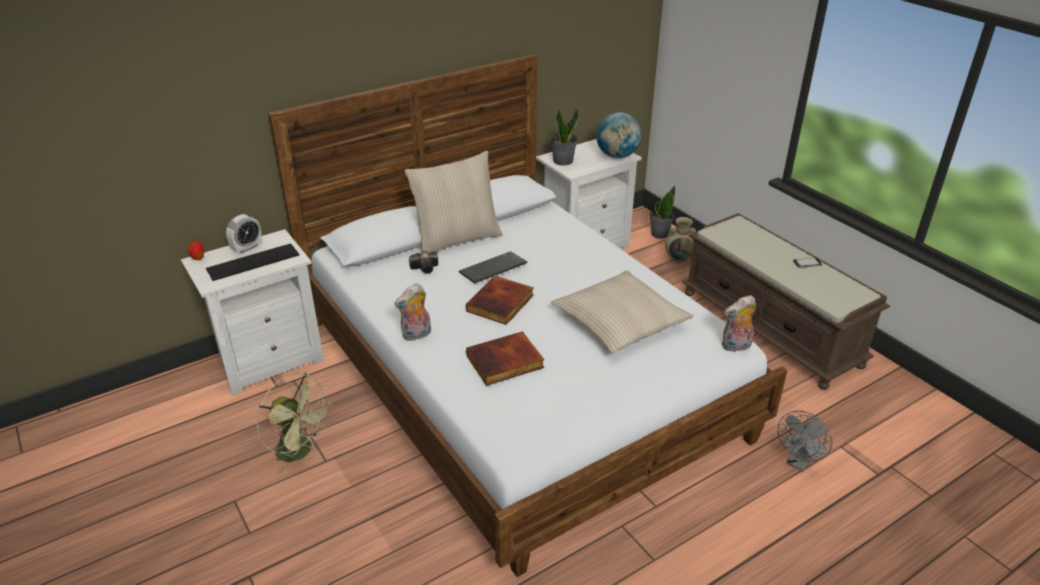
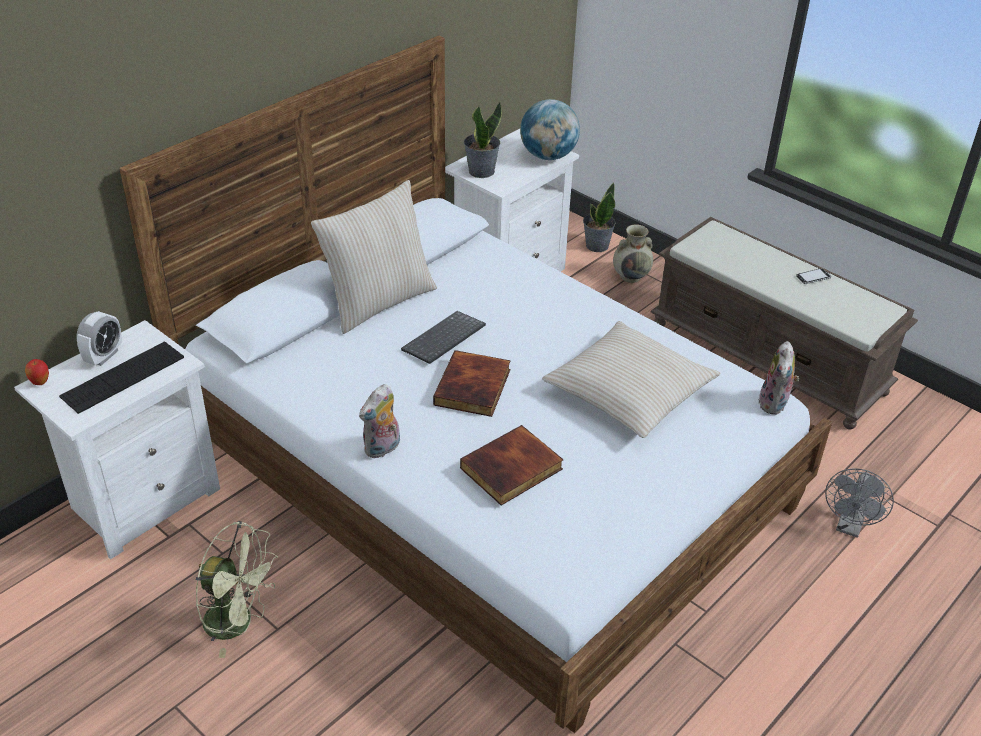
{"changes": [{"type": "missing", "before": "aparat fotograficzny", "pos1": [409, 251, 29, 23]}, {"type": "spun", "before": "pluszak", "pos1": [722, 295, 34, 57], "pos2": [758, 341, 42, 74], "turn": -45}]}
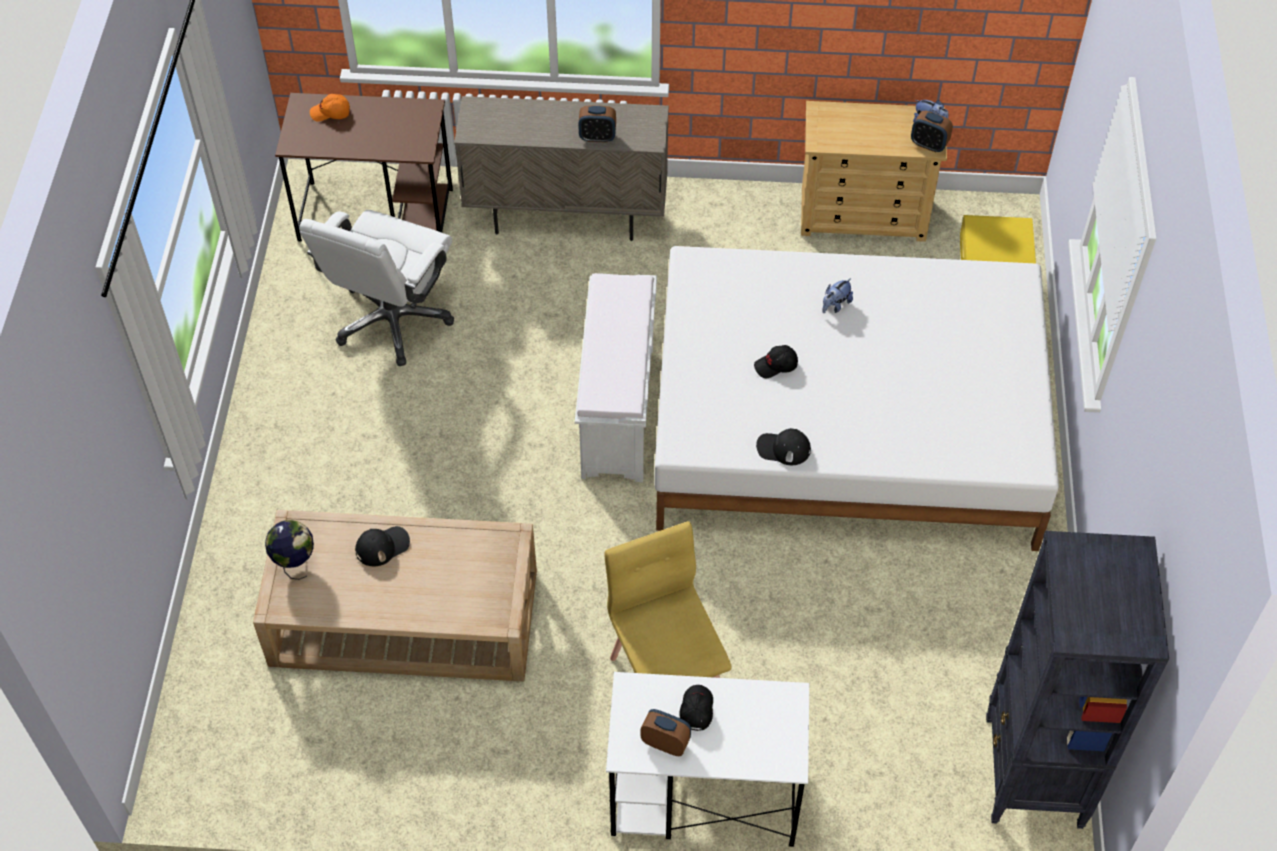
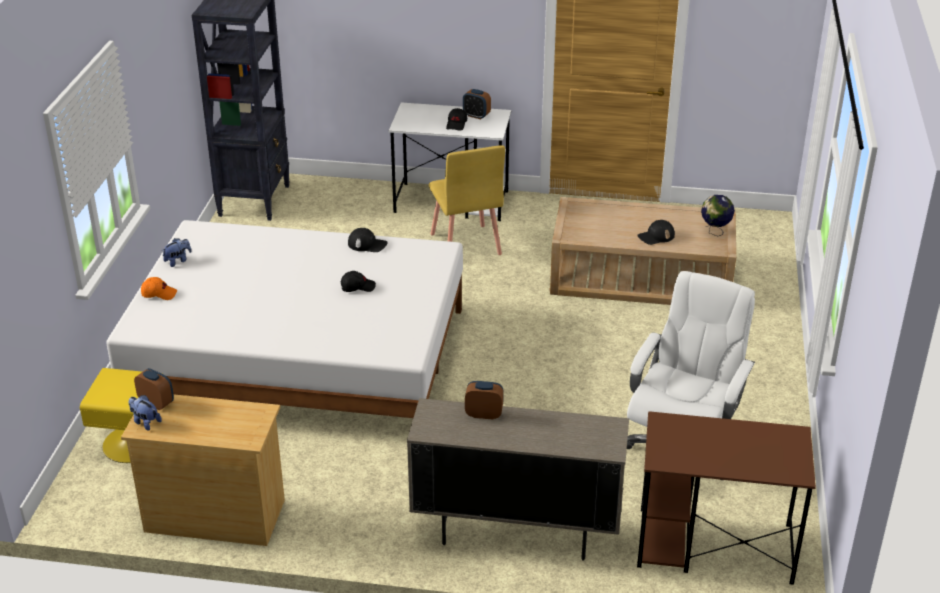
{"changes": [{"type": "relocated", "before": "czapka z daszkiem (pomarańczowy)", "pos1": [310, 94, 40, 28], "pos2": [141, 277, 36, 23]}, {"type": "missing", "before": "ławka (biały)", "pos1": [575, 273, 82, 209]}, {"type": "relocated", "before": "pluszak", "pos1": [822, 278, 31, 35], "pos2": [163, 238, 29, 29]}]}
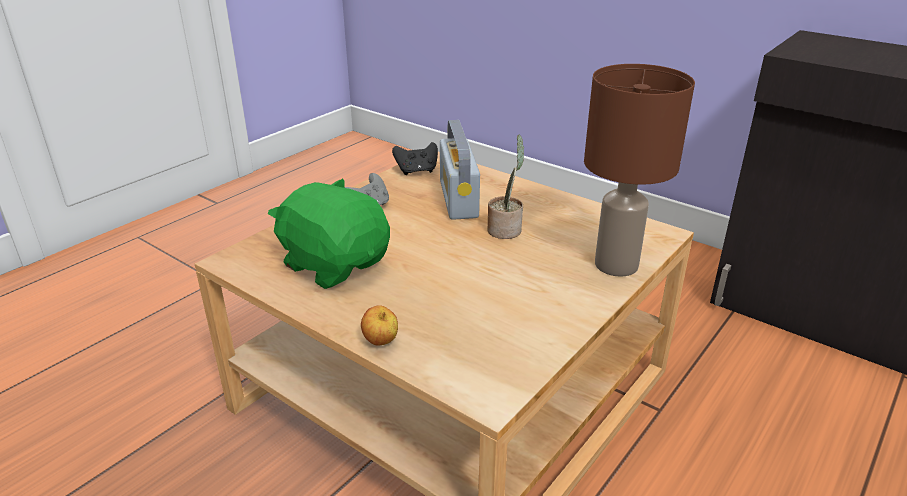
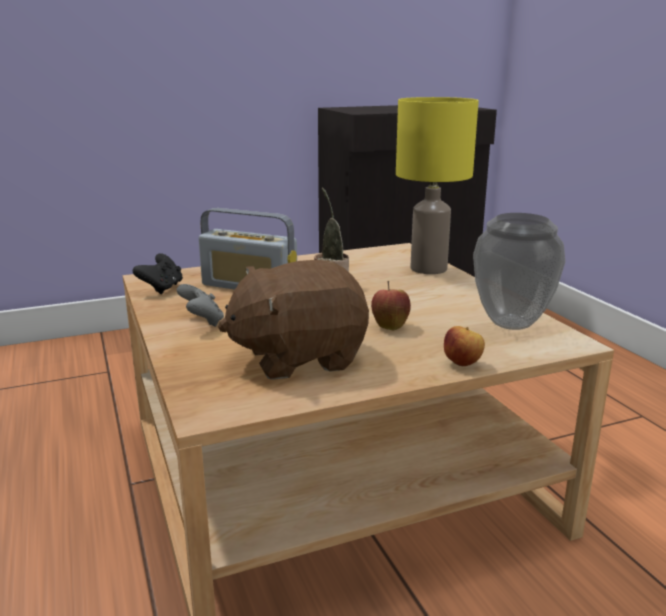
{"changes": [{"type": "colour", "before": "pluszak (zielony)", "after": "pluszak (brązowy)", "pos1": [268, 178, 122, 111], "pos2": [218, 260, 151, 120]}, {"type": "colour", "before": "lampa stołowa (brązowy)", "after": "lampa stołowa (żółty)", "pos1": [584, 64, 111, 213], "pos2": [396, 97, 83, 177]}, {"type": "appeared", "after": "jabłko", "pos2": [371, 281, 40, 49]}, {"type": "appeared", "after": "wazon", "pos2": [473, 213, 92, 117]}]}
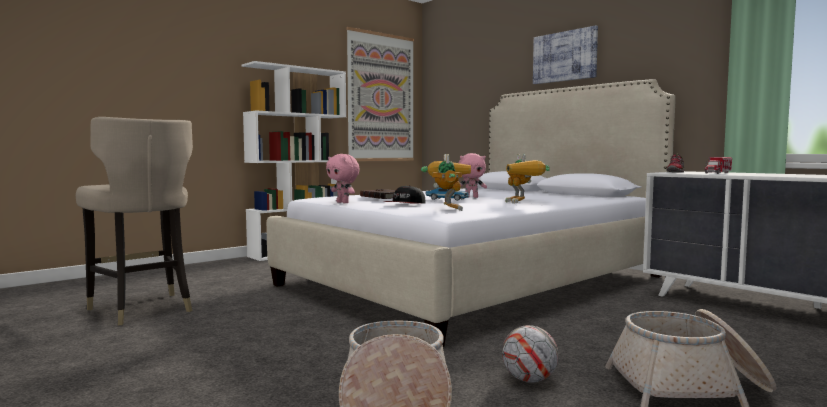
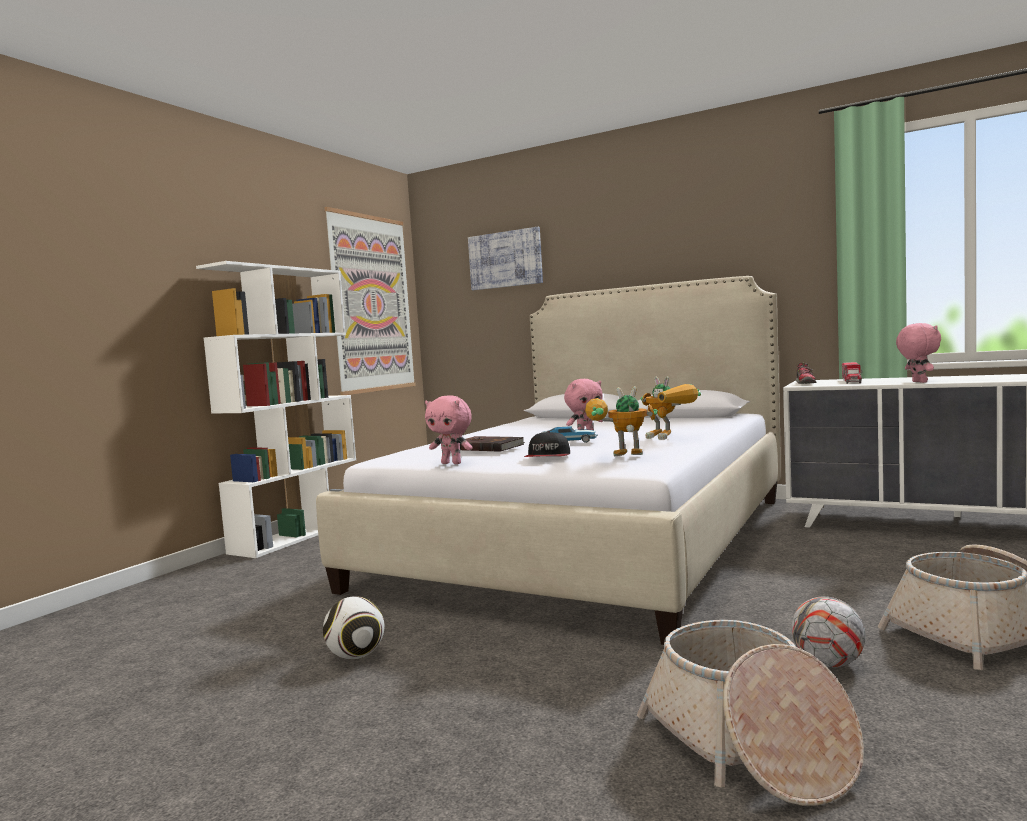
{"changes": [{"type": "missing", "before": "stołek (beżowy)", "pos1": [76, 117, 117, 209]}, {"type": "spun", "before": "robot zabawkowy", "pos1": [421, 154, 50, 57], "pos2": [585, 386, 73, 70], "turn": -60}, {"type": "relocated", "before": "obraz", "pos1": [533, 25, 65, 59], "pos2": [468, 227, 75, 63]}, {"type": "appeared", "after": "piłka futbolowa", "pos2": [323, 596, 61, 63]}, {"type": "appeared", "after": "pluszak (różowy)", "pos2": [896, 323, 45, 60]}]}
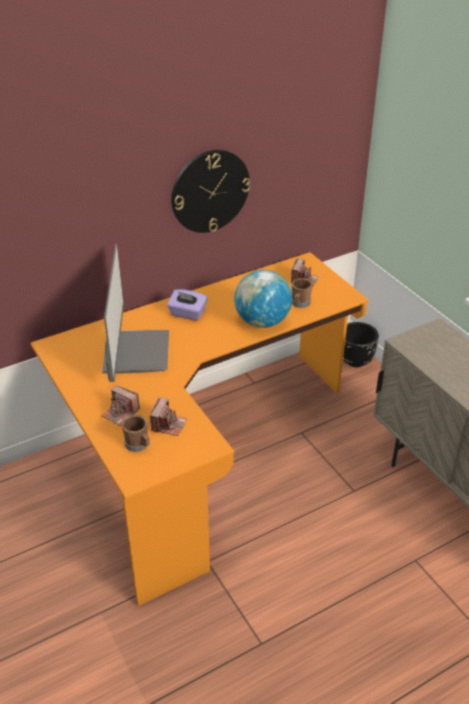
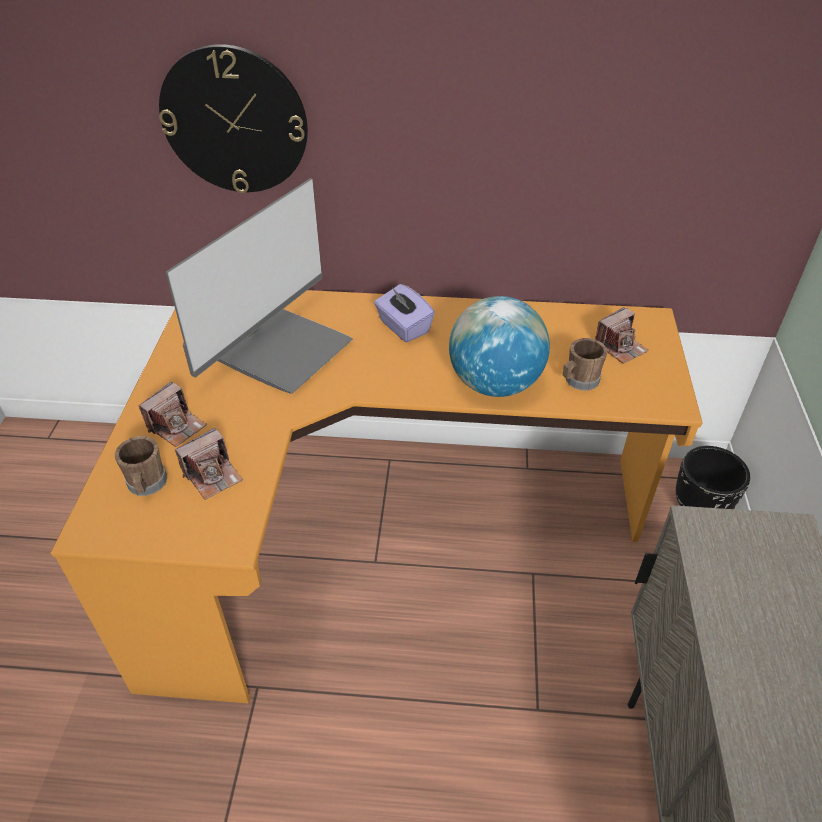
{"changes": [{"type": "spun", "before": "aparat fotograficzny", "pos1": [101, 385, 39, 41], "pos2": [139, 382, 68, 65], "turn": -120}, {"type": "relocated", "before": "zegar ścienny", "pos1": [171, 150, 79, 83], "pos2": [159, 44, 149, 149]}]}
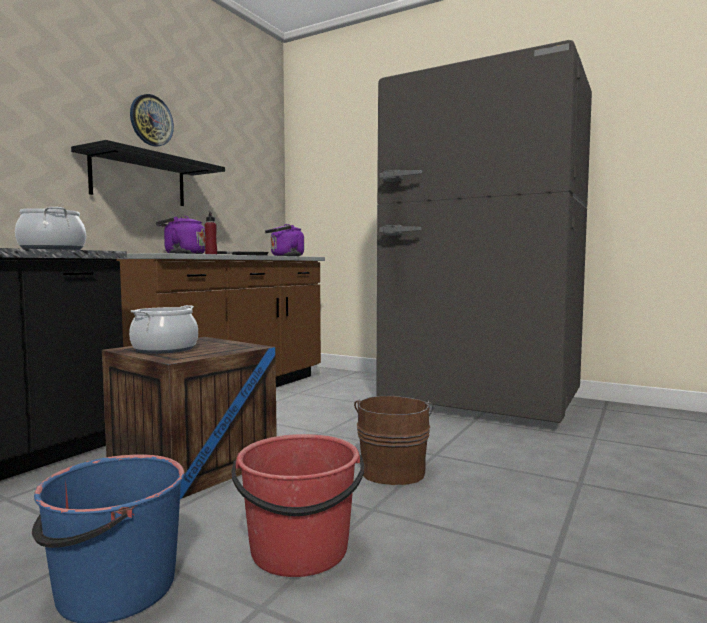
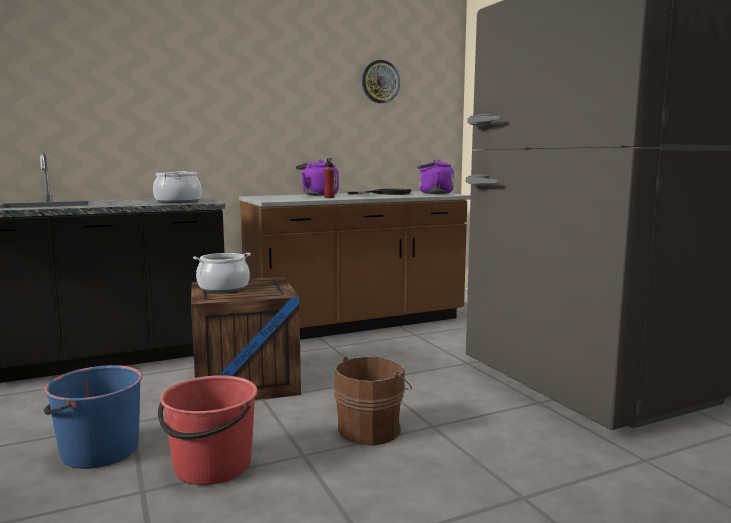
{"changes": [{"type": "missing", "before": "półka (czarny)", "pos1": [71, 140, 154, 66]}, {"type": "relocated", "before": "zegar ścienny", "pos1": [130, 94, 44, 52], "pos2": [362, 60, 38, 43]}]}
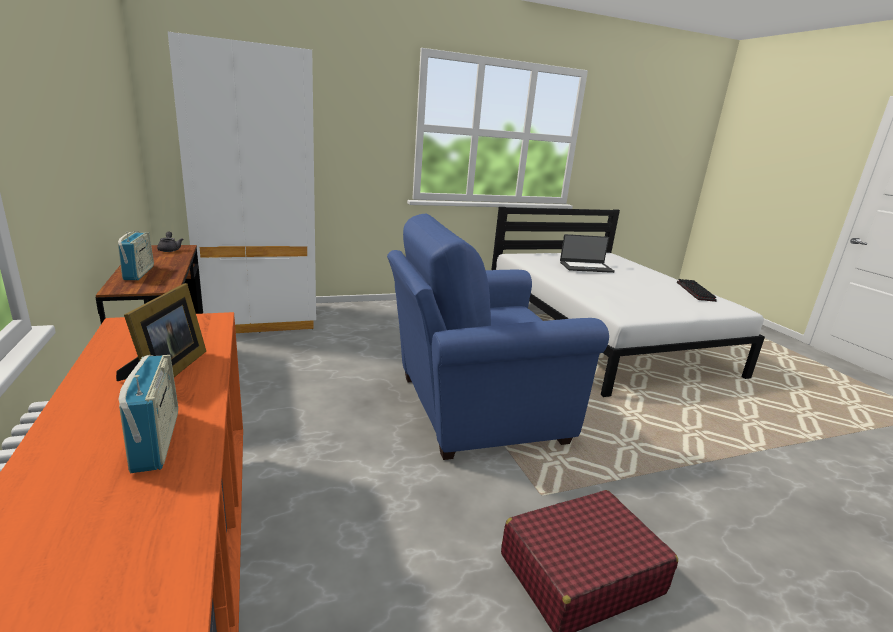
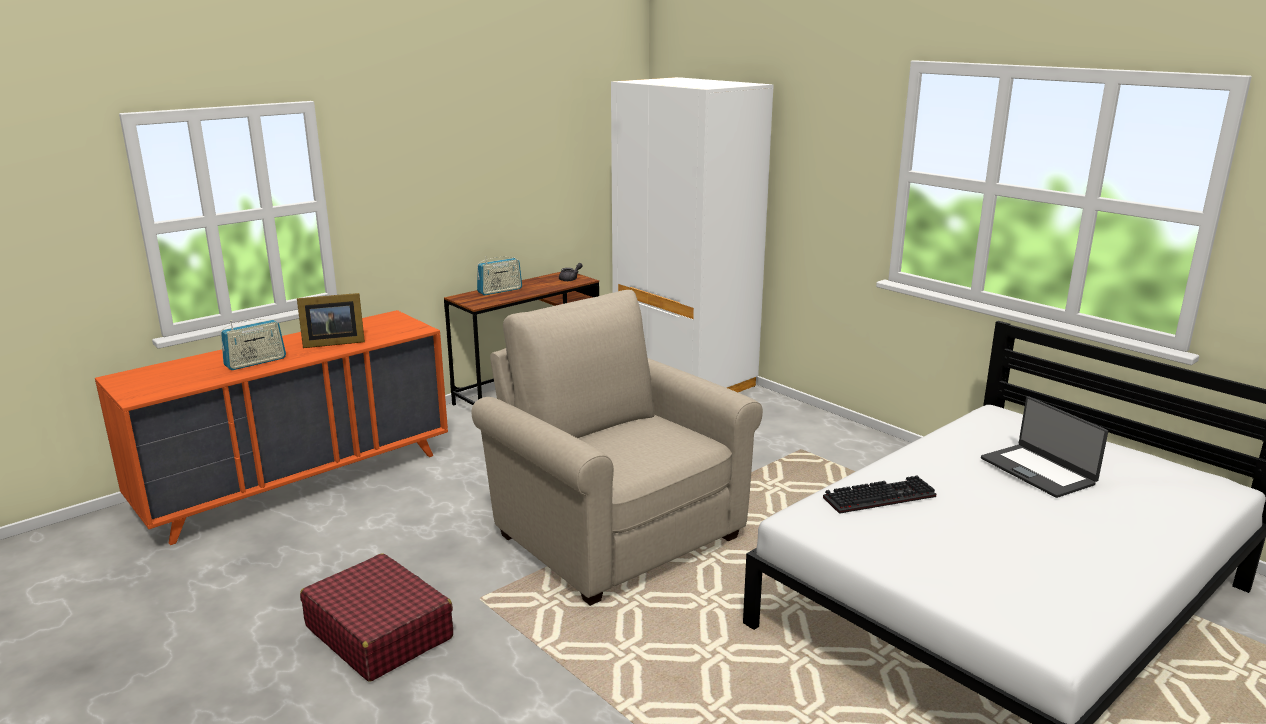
{"changes": [{"type": "colour", "before": "fotel (niebieski)", "after": "fotel (beżowy)", "pos1": [387, 213, 222, 247], "pos2": [472, 290, 291, 316]}, {"type": "relocated", "before": "klawiatura", "pos1": [677, 279, 40, 23], "pos2": [823, 475, 113, 39]}]}
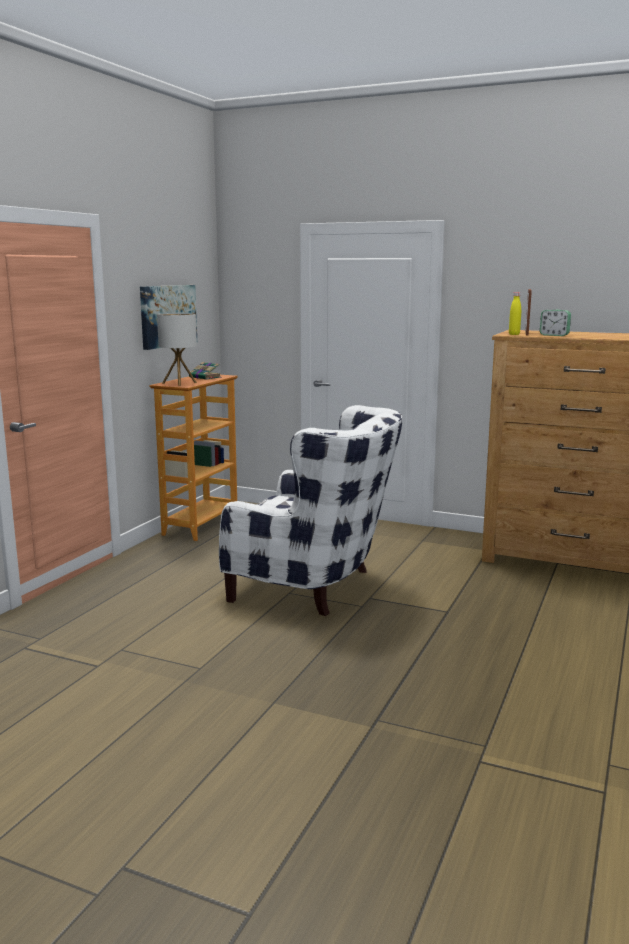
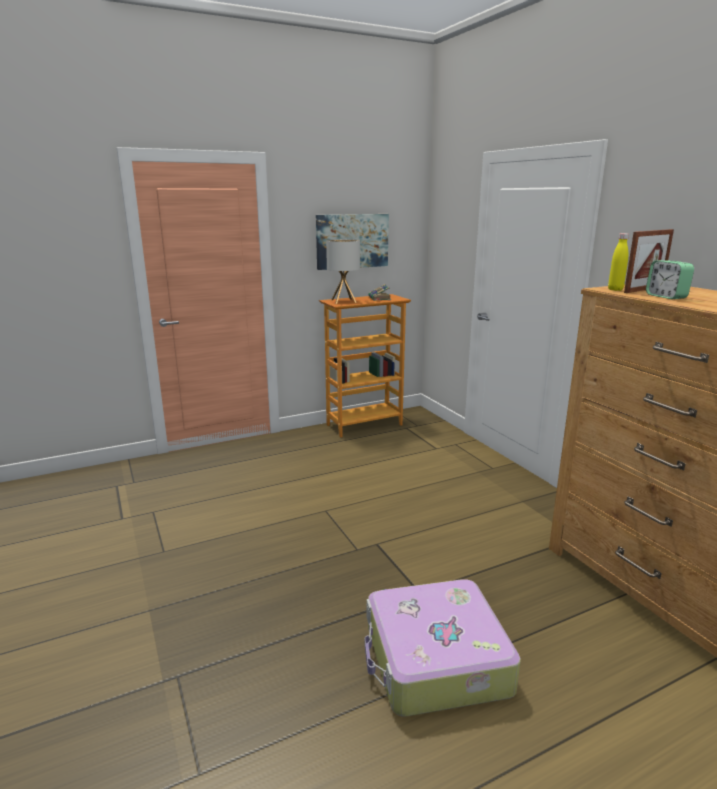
{"changes": [{"type": "missing", "before": "fotel (biały)", "pos1": [219, 405, 183, 211]}, {"type": "appeared", "after": "walizka", "pos2": [365, 579, 156, 138]}]}
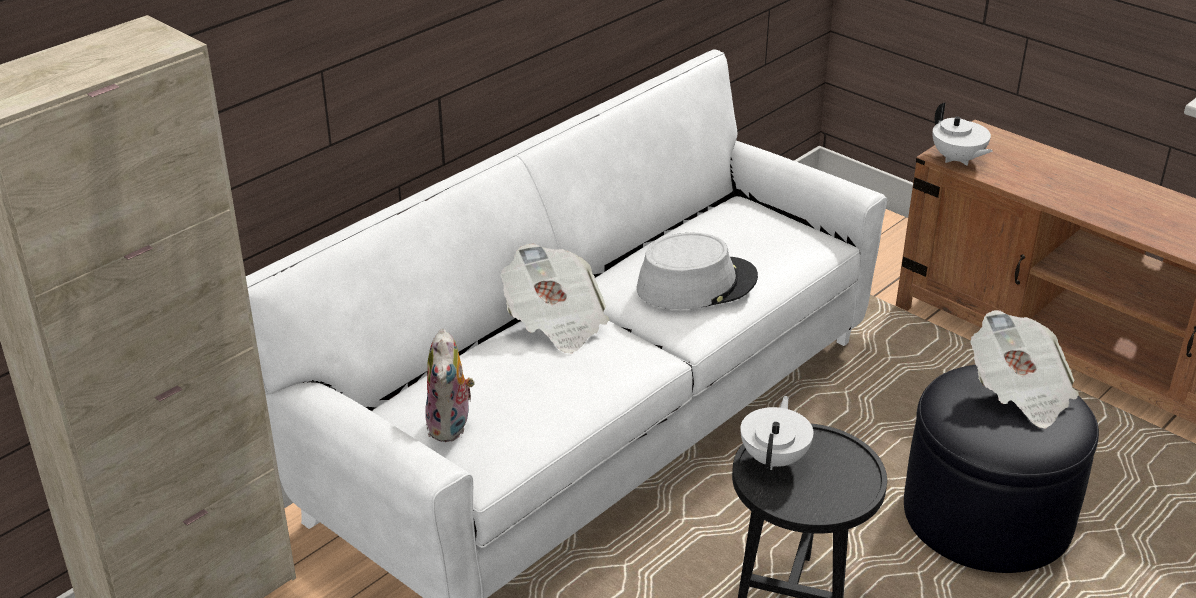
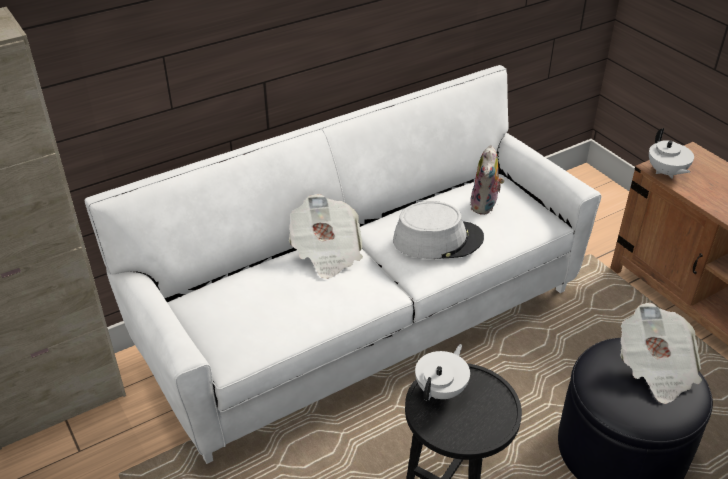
{"changes": [{"type": "relocated", "before": "pluszak", "pos1": [425, 328, 50, 114], "pos2": [470, 145, 34, 70]}]}
